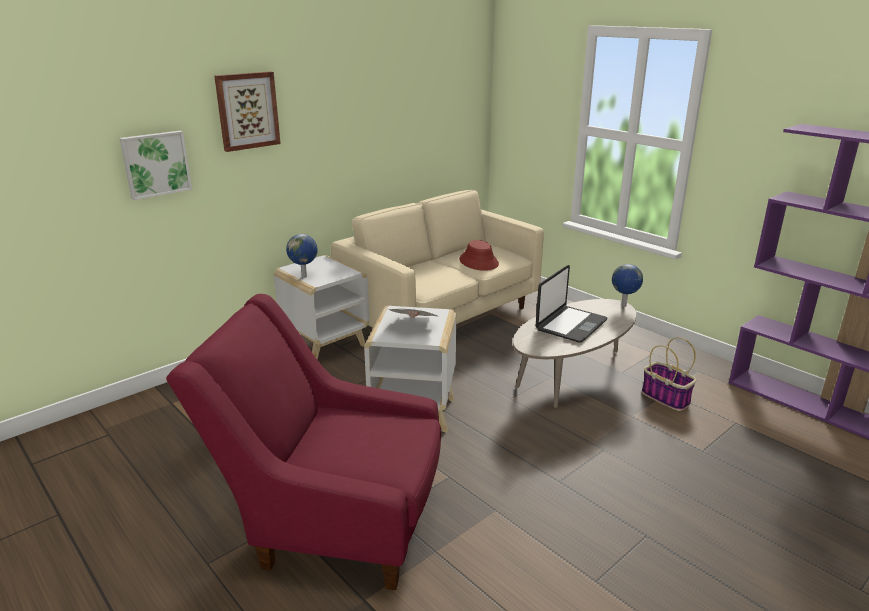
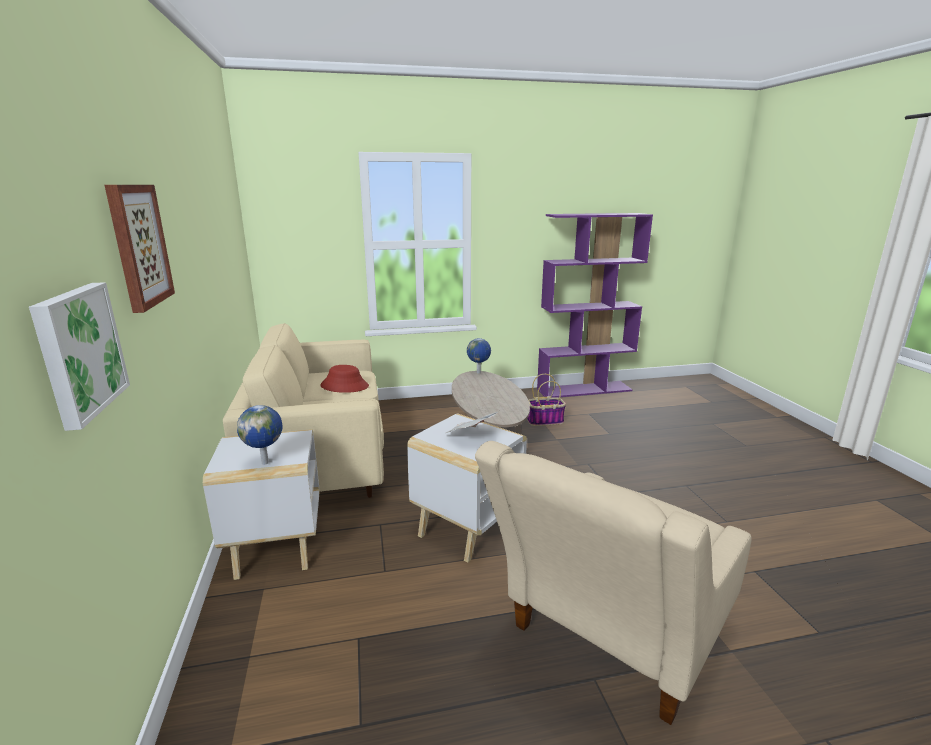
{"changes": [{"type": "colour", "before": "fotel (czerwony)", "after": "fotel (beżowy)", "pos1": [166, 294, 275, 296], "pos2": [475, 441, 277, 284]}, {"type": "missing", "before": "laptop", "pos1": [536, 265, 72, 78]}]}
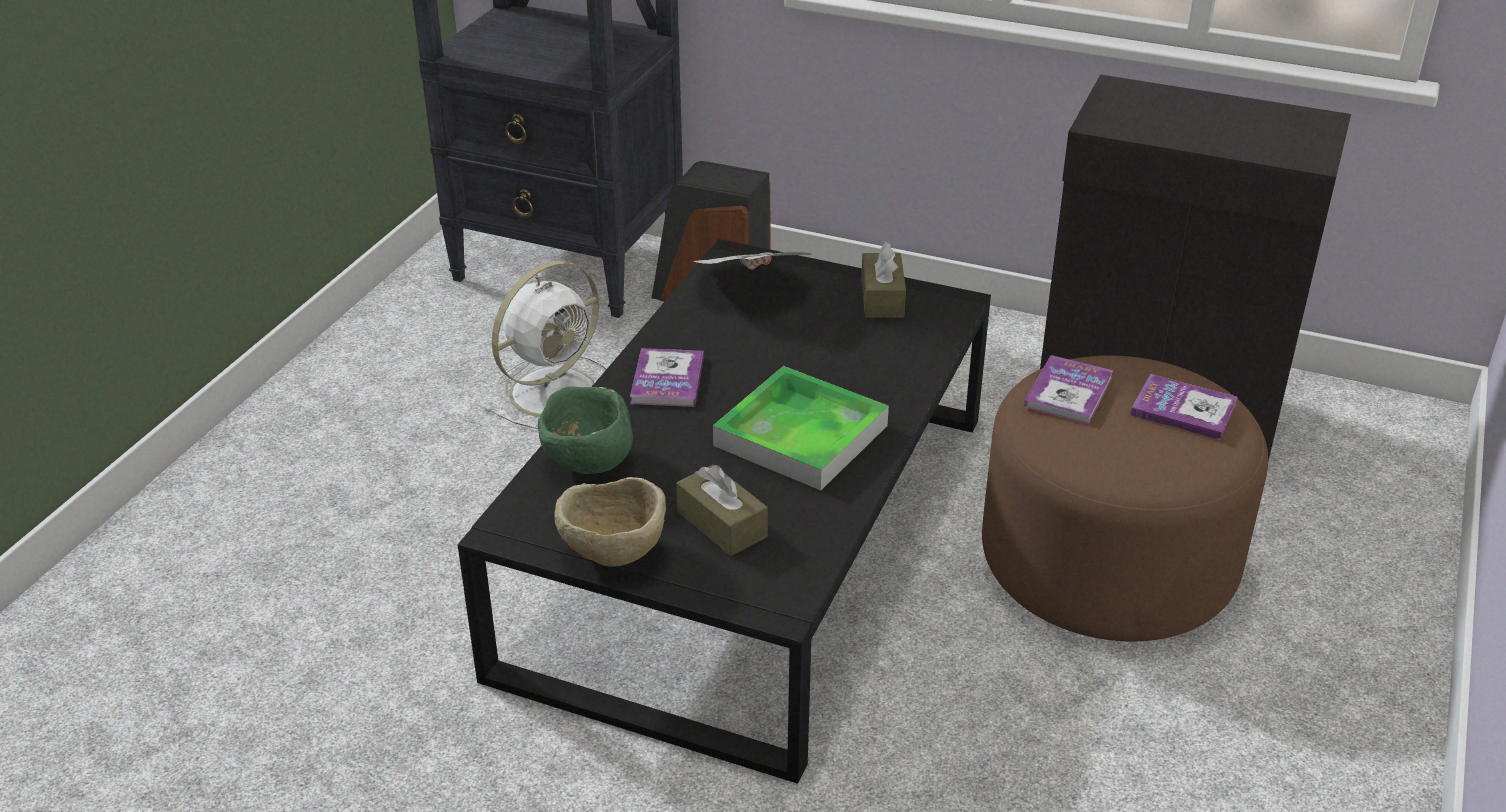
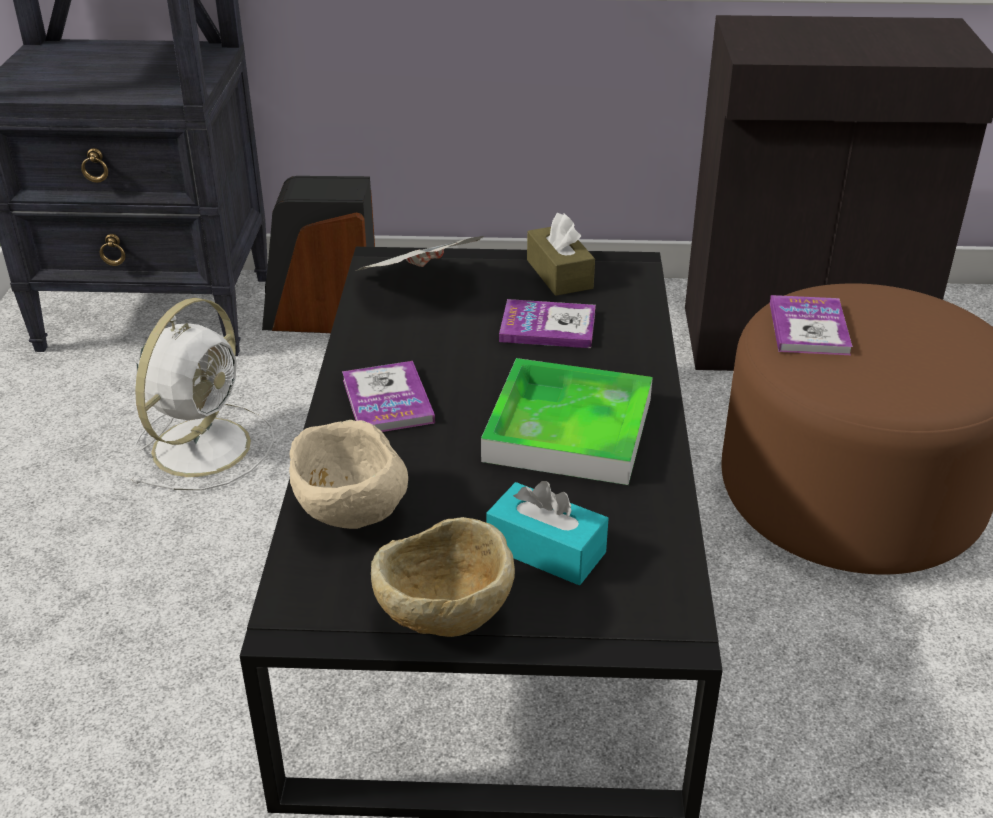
{"changes": [{"type": "colour", "before": "miska (zielony)", "after": "miska (beżowy)", "pos1": [538, 386, 95, 88], "pos2": [289, 420, 119, 109]}, {"type": "colour", "before": "pudełko chusteczek (brązowy)", "after": "pudełko chusteczek (turkusowy)", "pos1": [676, 465, 92, 91], "pos2": [487, 481, 122, 104]}, {"type": "relocated", "before": "książka", "pos1": [1130, 374, 108, 66], "pos2": [499, 299, 97, 49]}]}
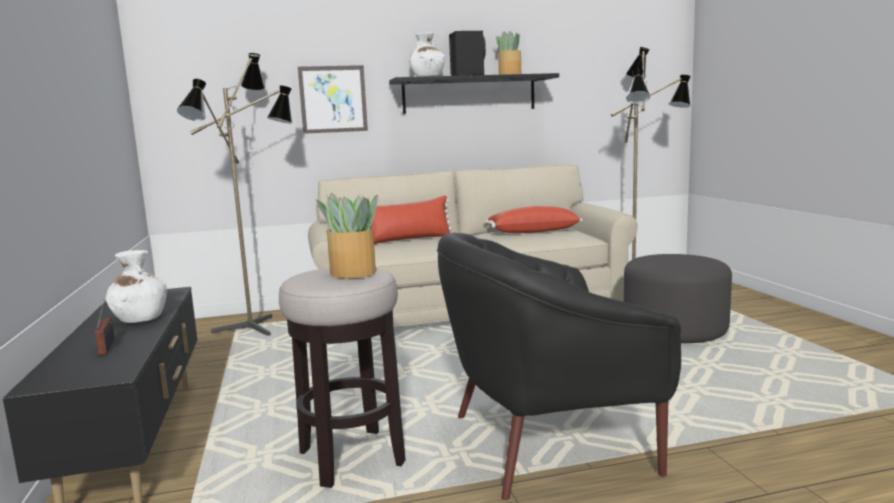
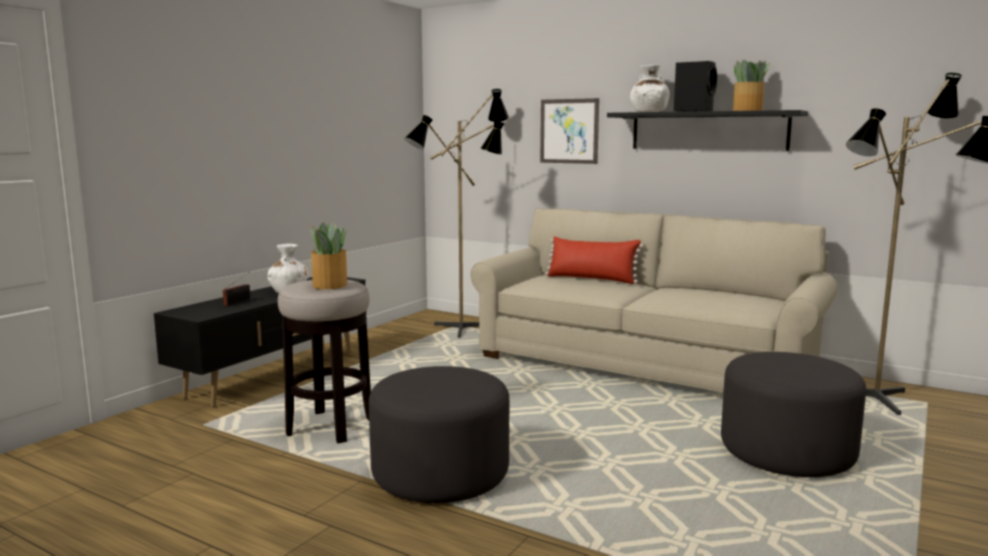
{"changes": [{"type": "exchanged", "before": "fotel (czarny)", "after": "pufa (szary)", "pos1": [437, 232, 244, 268], "pos2": [369, 366, 140, 137]}, {"type": "missing", "before": "poduszka (czerwony)", "pos1": [485, 206, 98, 27]}]}
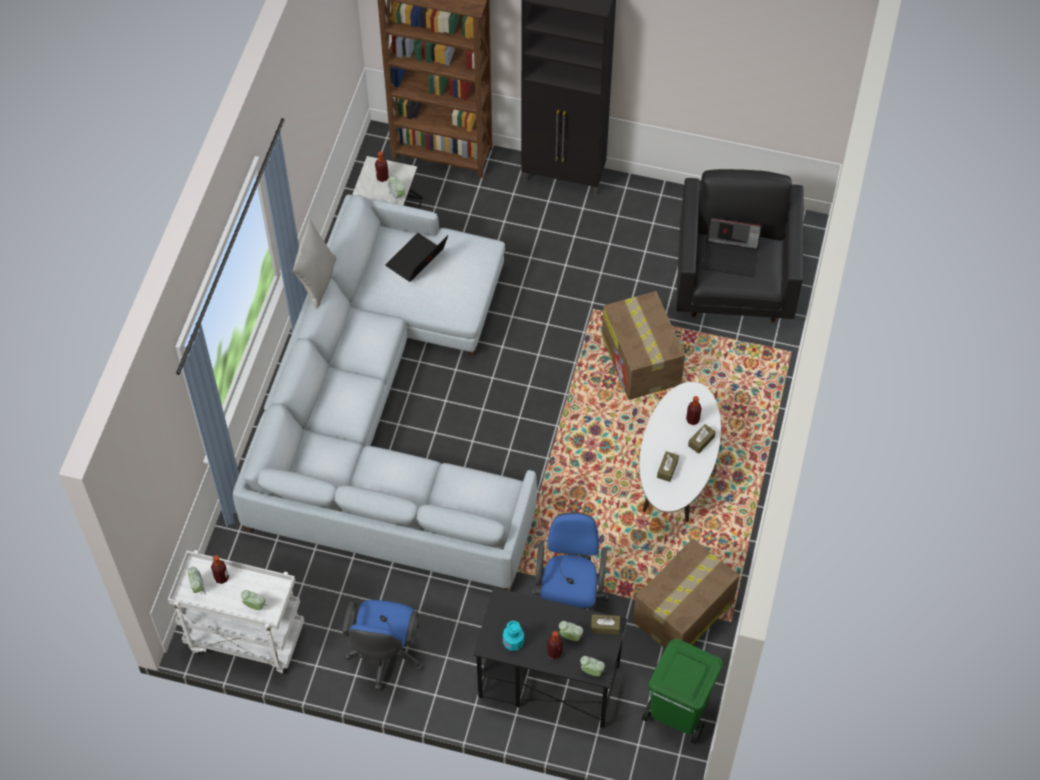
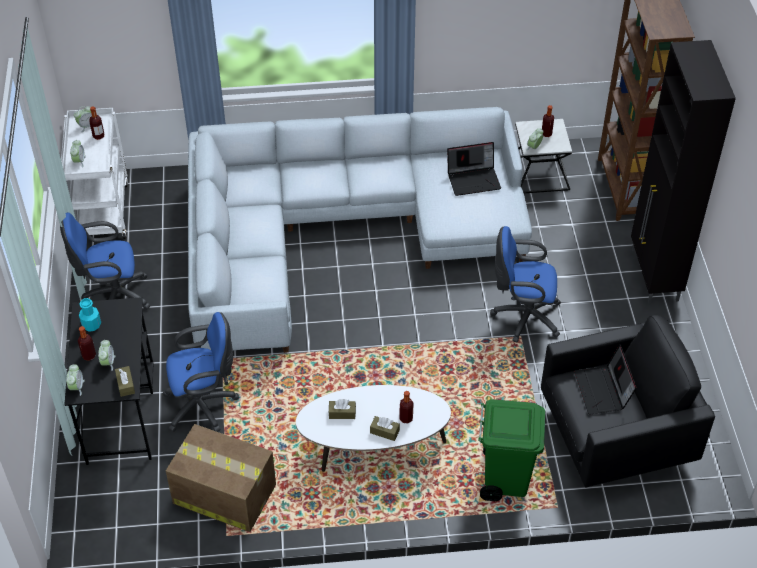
{"changes": [{"type": "missing", "before": "poduszka (szary)", "pos1": [292, 219, 44, 90]}, {"type": "spun", "before": "laptop", "pos1": [385, 233, 63, 49], "pos2": [447, 142, 54, 54], "turn": 150}, {"type": "missing", "before": "karton", "pos1": [602, 291, 83, 109]}, {"type": "relocated", "before": "kosz na śmieci (zielony)", "pos1": [642, 639, 81, 105], "pos2": [478, 399, 67, 102]}, {"type": "appeared", "after": "krzesło biurowe (niebieski)", "pos2": [490, 226, 71, 117]}]}
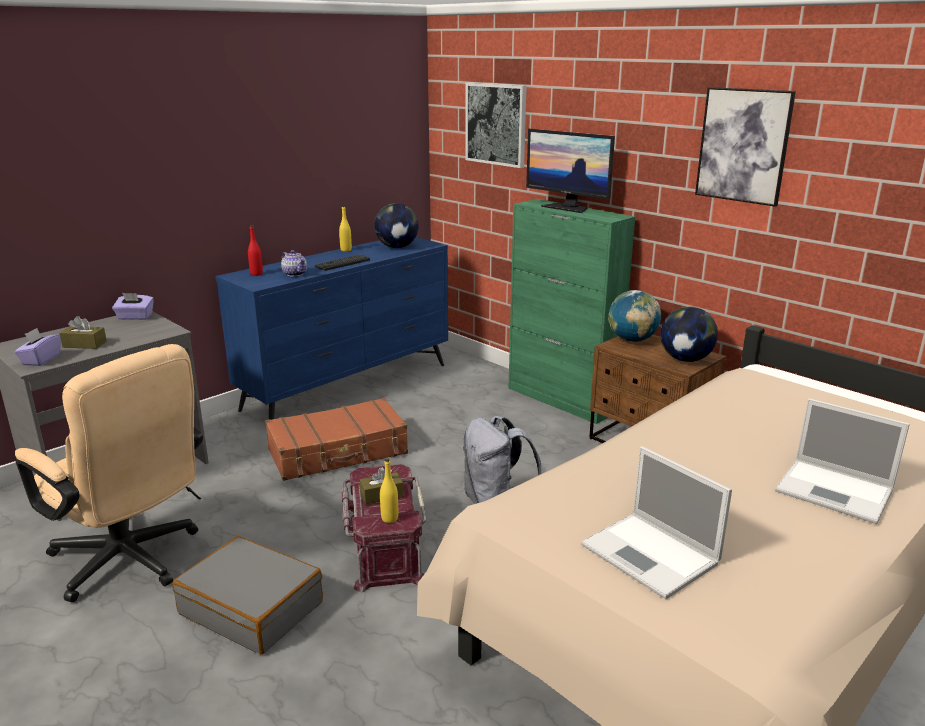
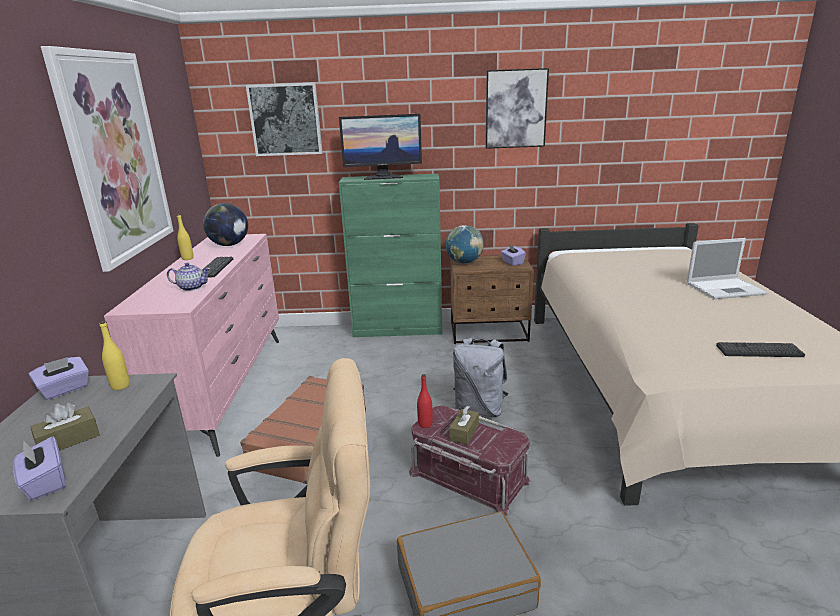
{"changes": [{"type": "colour", "before": "komoda (niebieski)", "after": "komoda (różowy)", "pos1": [215, 237, 233, 183], "pos2": [104, 234, 175, 223]}, {"type": "relocated", "before": "butelka (czerwony)", "pos1": [248, 225, 15, 51], "pos2": [417, 374, 16, 54]}, {"type": "relocated", "before": "butelka (żółty)", "pos1": [380, 458, 18, 65], "pos2": [100, 321, 30, 69]}, {"type": "exchanged", "before": "laptop", "after": "klawiatura", "pos1": [581, 446, 151, 153], "pos2": [716, 342, 89, 15]}, {"type": "exchanged", "before": "globus", "after": "pudełko chusteczek (fioletowy)", "pos1": [660, 307, 58, 55], "pos2": [501, 244, 25, 22]}, {"type": "appeared", "after": "obraz", "pos2": [41, 46, 133, 226]}]}
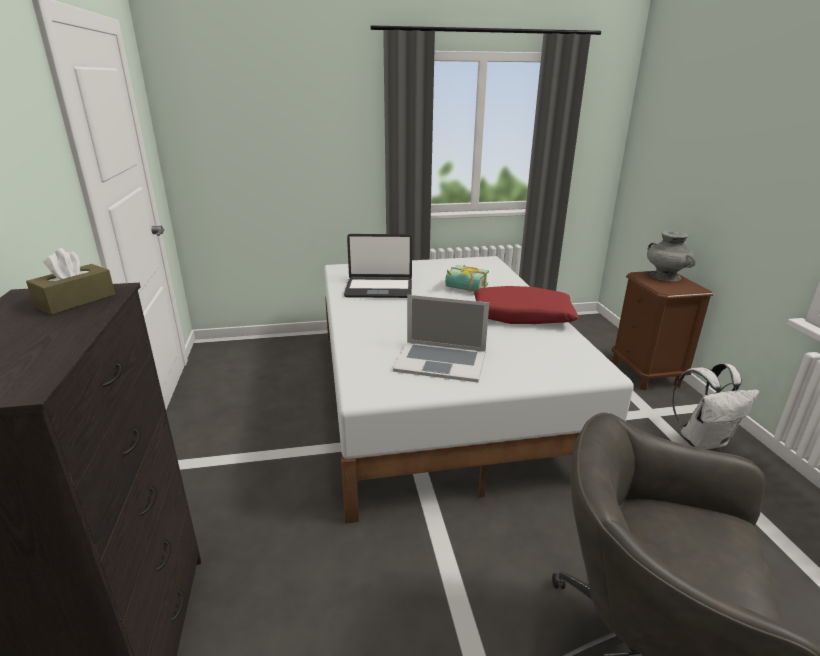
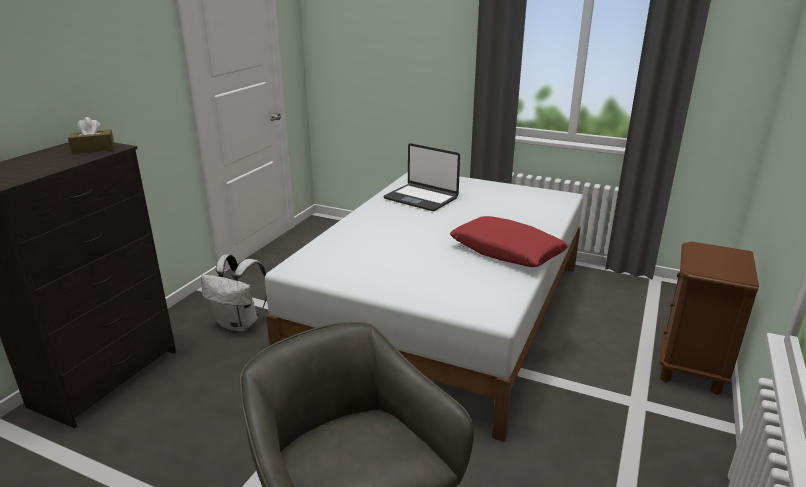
{"changes": [{"type": "missing", "before": "laptop", "pos1": [393, 295, 96, 87]}, {"type": "missing", "before": "książka", "pos1": [445, 265, 44, 27]}, {"type": "missing", "before": "wazon (szary)", "pos1": [647, 231, 49, 50]}, {"type": "relocated", "before": "plecak (biały)", "pos1": [672, 364, 87, 85], "pos2": [201, 255, 66, 77]}]}
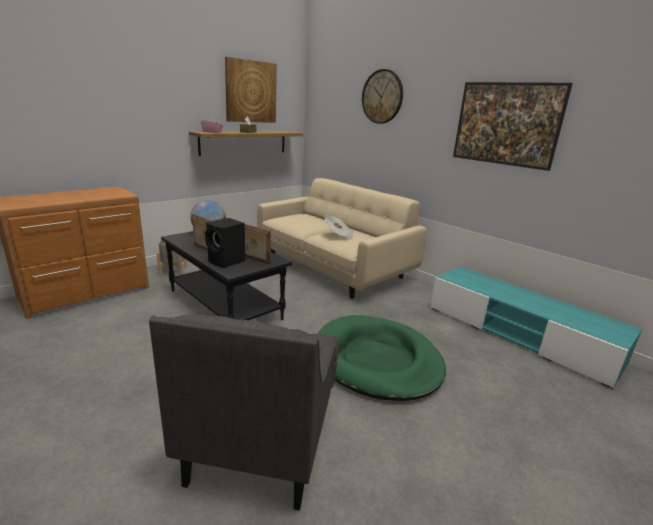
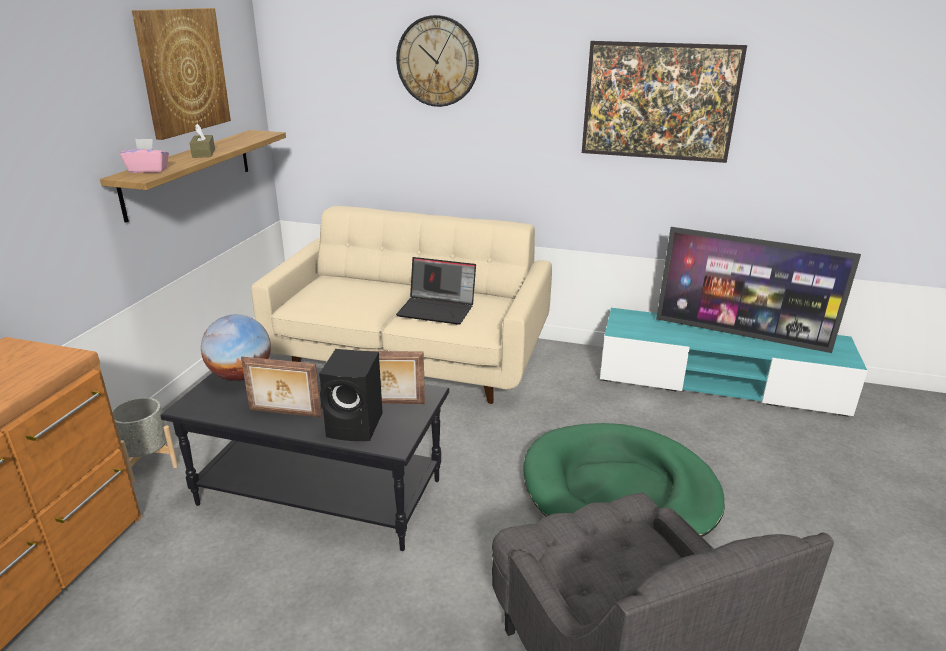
{"changes": [{"type": "exchanged", "before": "gazeta", "after": "laptop", "pos1": [324, 215, 30, 25], "pos2": [396, 257, 80, 68]}, {"type": "appeared", "after": "telewizor", "pos2": [656, 227, 205, 126]}]}
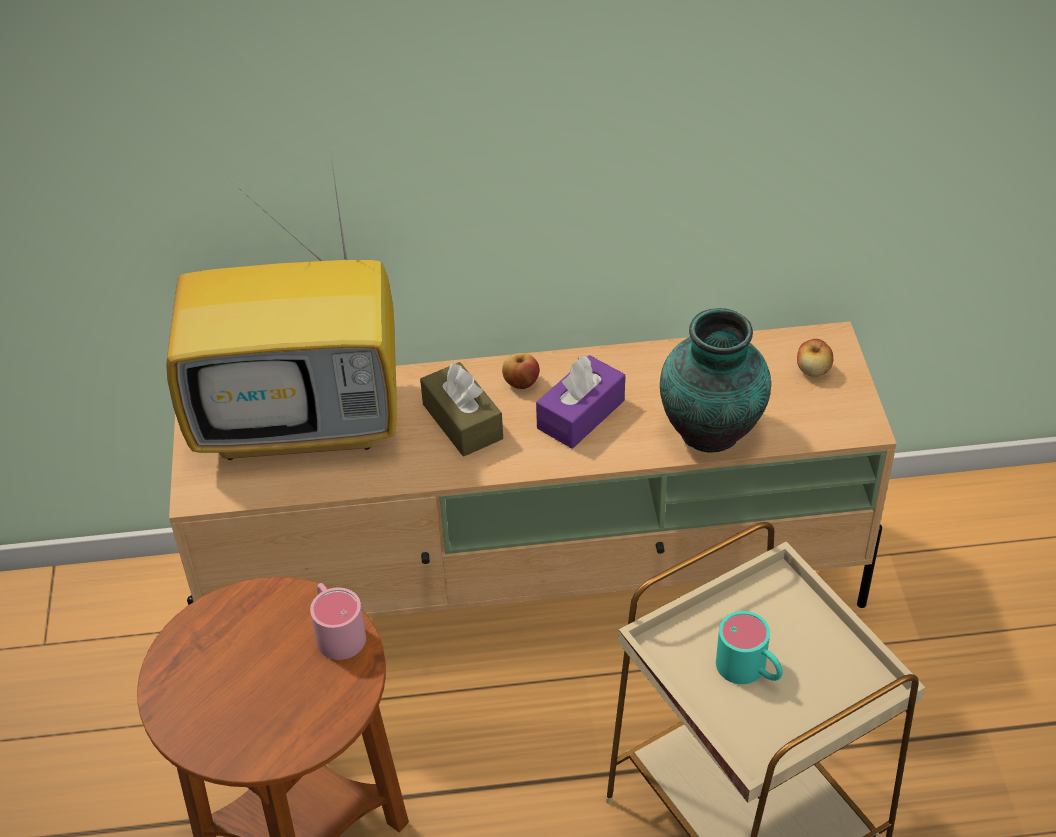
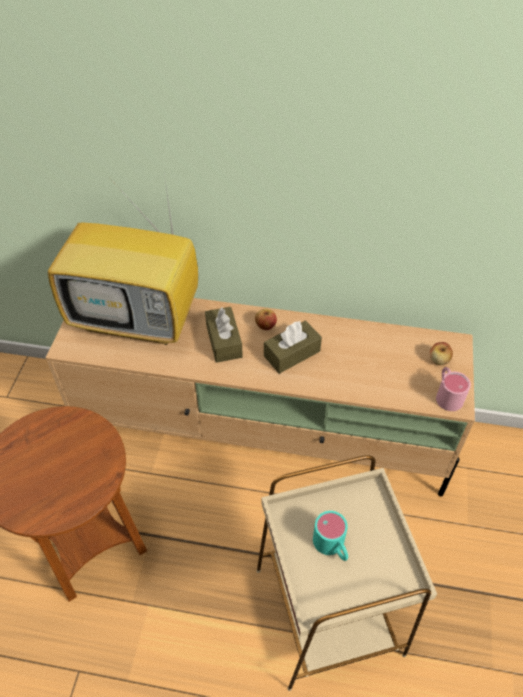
{"changes": [{"type": "relocated", "before": "kubek (różowy)", "pos1": [310, 583, 56, 77], "pos2": [436, 367, 35, 44]}, {"type": "colour", "before": "pudełko chusteczek (fioletowy)", "after": "pudełko chusteczek (brązowy)", "pos1": [536, 355, 89, 94], "pos2": [264, 321, 58, 53]}, {"type": "missing", "before": "wazon", "pos1": [660, 308, 111, 144]}]}
